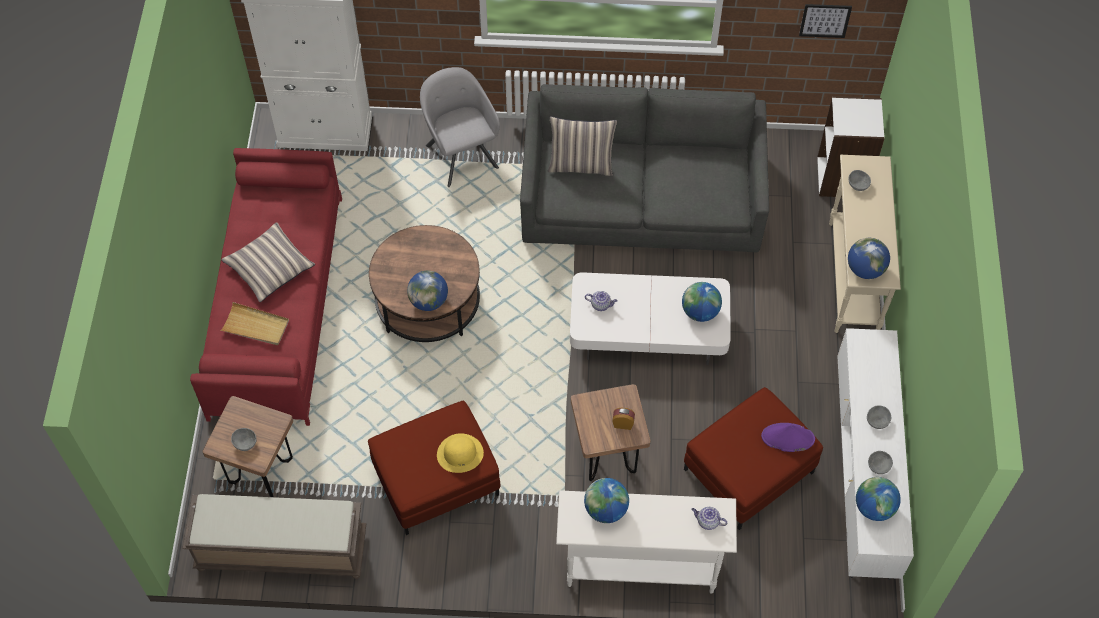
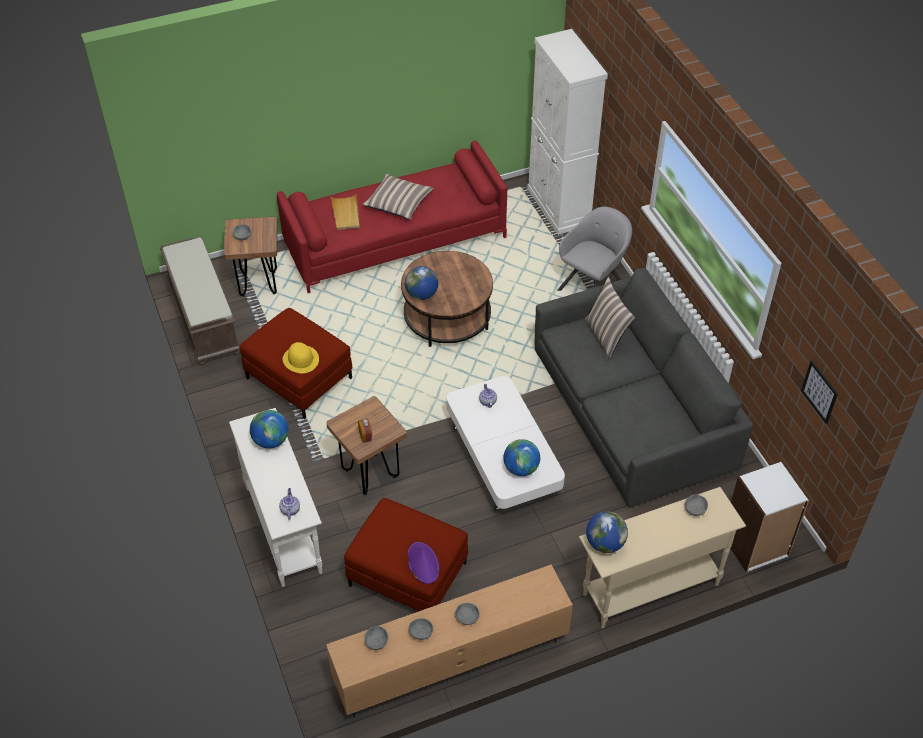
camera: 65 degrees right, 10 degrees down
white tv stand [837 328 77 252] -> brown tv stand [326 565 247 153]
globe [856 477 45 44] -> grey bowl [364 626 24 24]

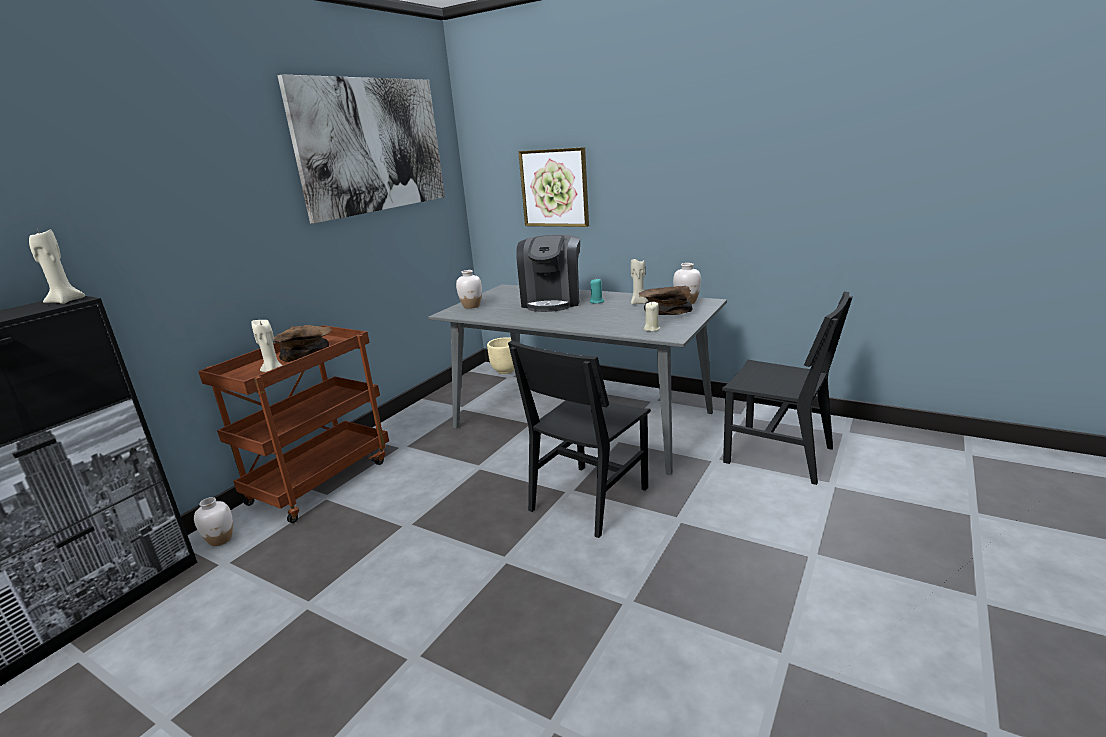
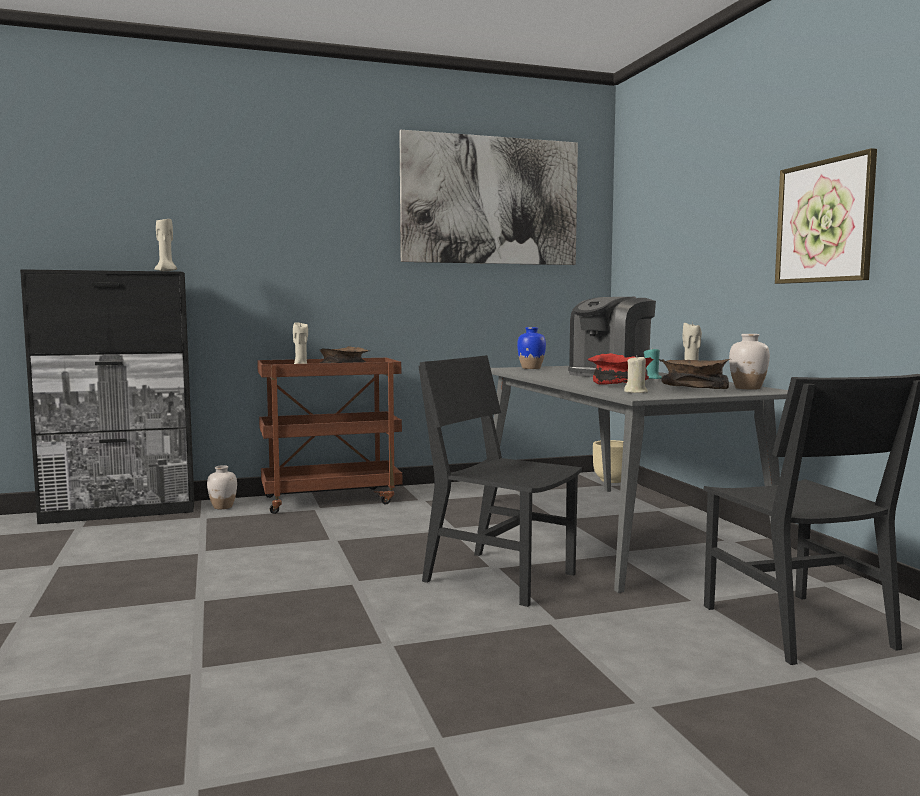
camera: 40 degrees right, 15 degrees down
black chair [508 341 143 197] -> black chair [418 355 164 252], 45 degrees clockwise
white vase [456 270 26 39] -> blue vase [517 327 29 42]
none -> red bowl [587 353 67 31]
picture [518 147 71 80] -> picture [775 148 102 136], move

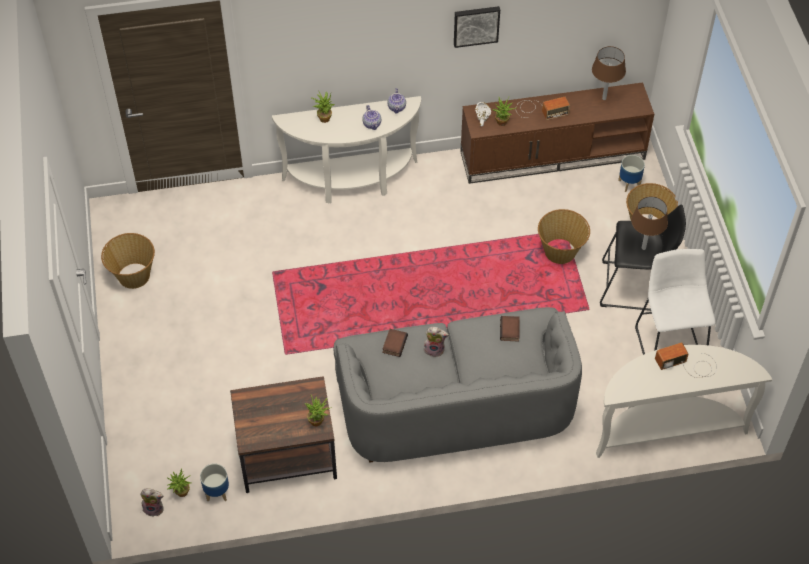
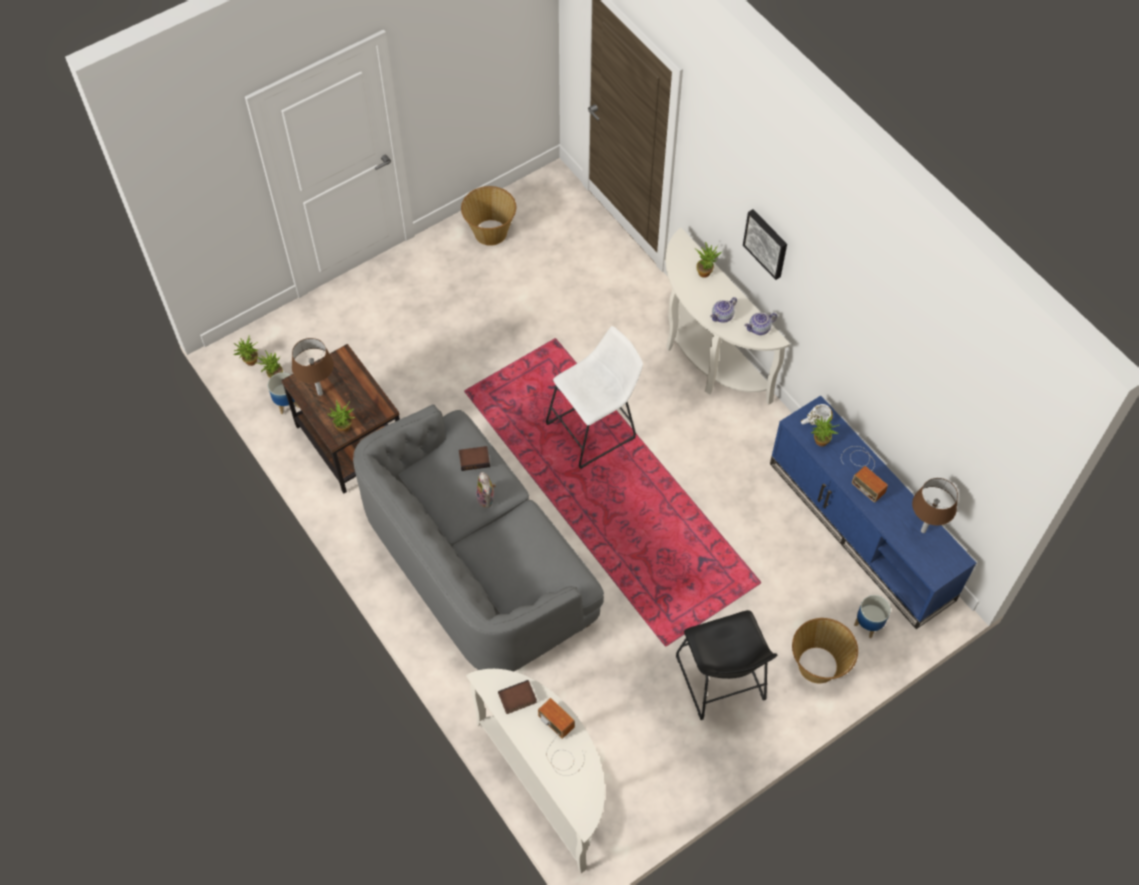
camera: 65 degrees right, 5 degrees up
plush toy [140 488 24 29] -> potted plant [234 335 24 31]
brown table lamp [631 196 37 54] -> brown table lamp [292 338 42 58], move
book [500 316 20 26] -> book [498 680 39 34], move
white stool [635 249 81 106] -> white stool [546 326 97 143], move
picture [454 6 46 42] -> picture [743 209 44 71], move
brown tv stand [460 82 194 102] -> blue tv stand [770 396 206 233]
basket [538 209 52 55] -> none

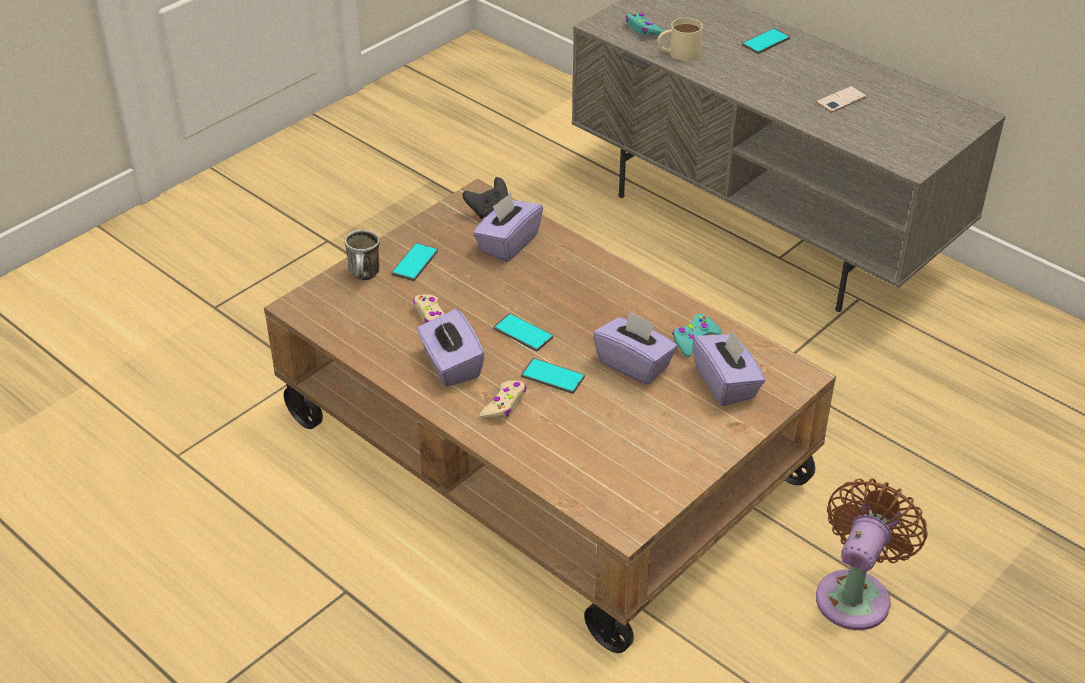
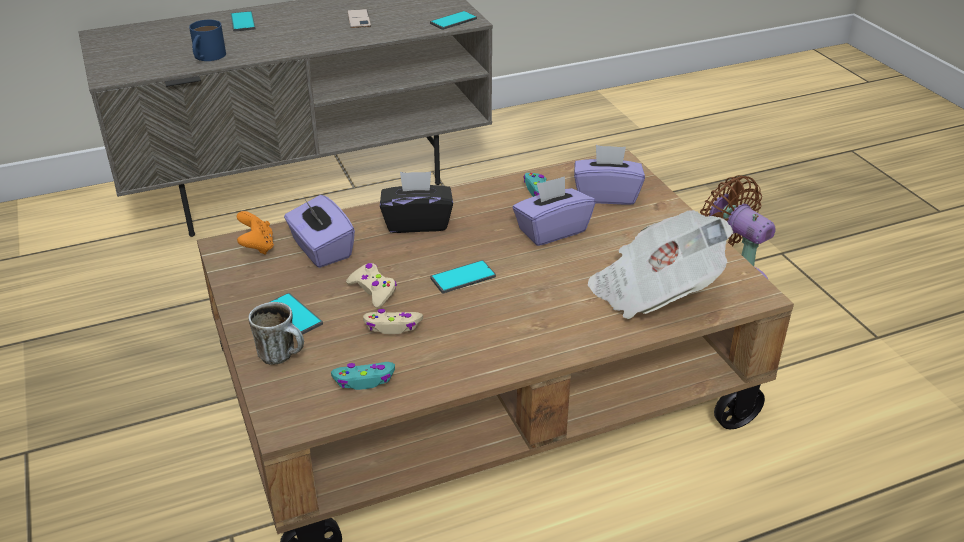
camera: 65 degrees left, 5 degrees down
beige mug [657 18 46 43] -> blue mug [189 20 37 41]
black game controller [462 177 46 42] -> orange game controller [237 211 37 44]
turquoise game controller [626 13 38 23] -> turquoise game controller [331 362 64 28], move
beige game controller [479 381 47 38] -> beige game controller [346 263 51 45], move
none -> black tissue box [380 172 73 61]
phone [521 358 64 36] -> phone [430 11 47 19], move
none -> newspaper [587 210 146 109]
purple tissue box [417 309 68 78] -> none

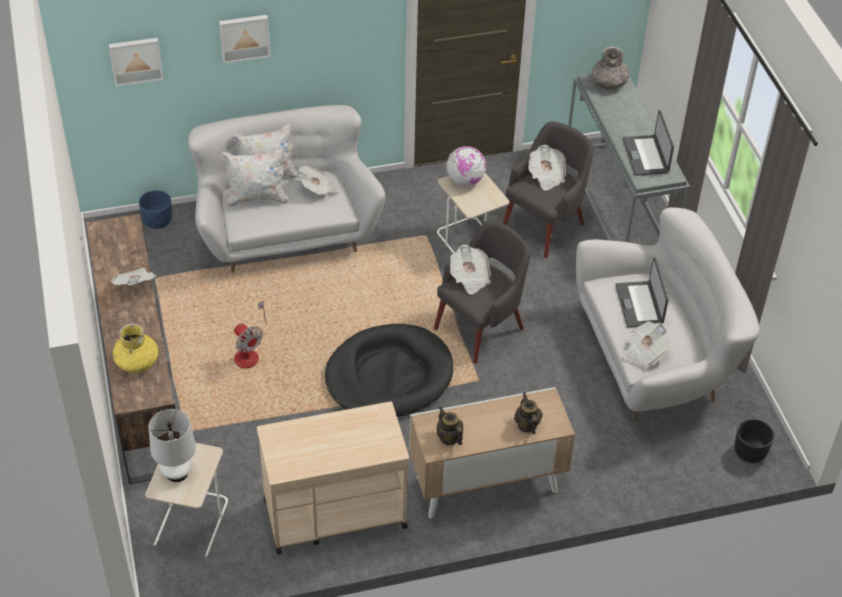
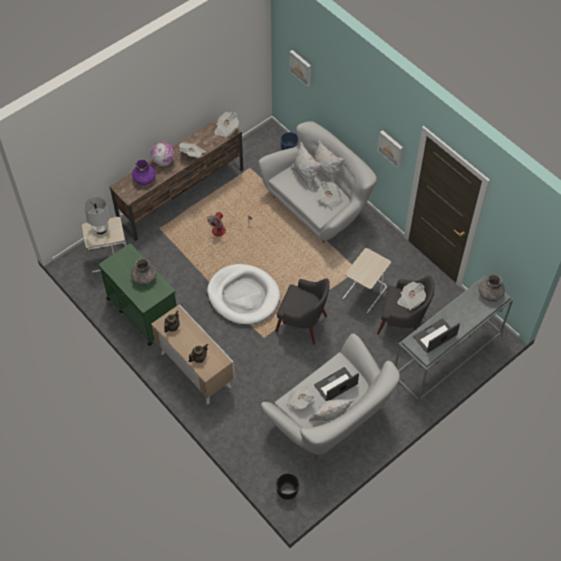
camera: 65 degrees right, 10 degrees up
beige cart [257 402 152 152] -> green cart [98 243 79 103]
none -> grey vase [131 258 26 27]
yellow vase [112 323 46 50] -> purple vase [132 159 24 26]
globe [446 146 40 40] -> globe [150 142 24 24], move
black dog bed [325 324 128 93] -> white dog bed [207 264 73 61]
newspaper [450 245 41 50] -> newspaper [214 112 25 26], move
none -> white pillow [309 399 45 22]
picture [219 15 52 48] -> picture [378 130 25 38], move

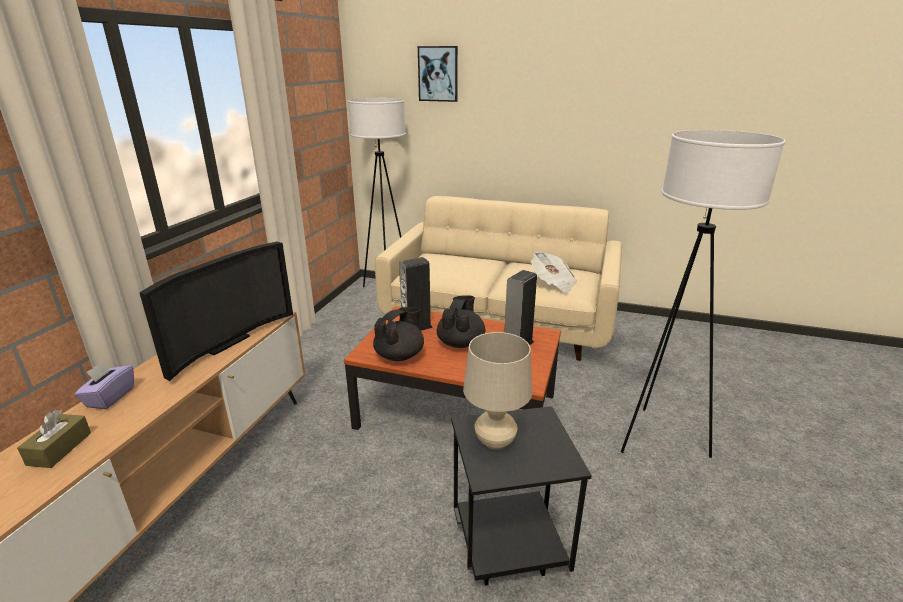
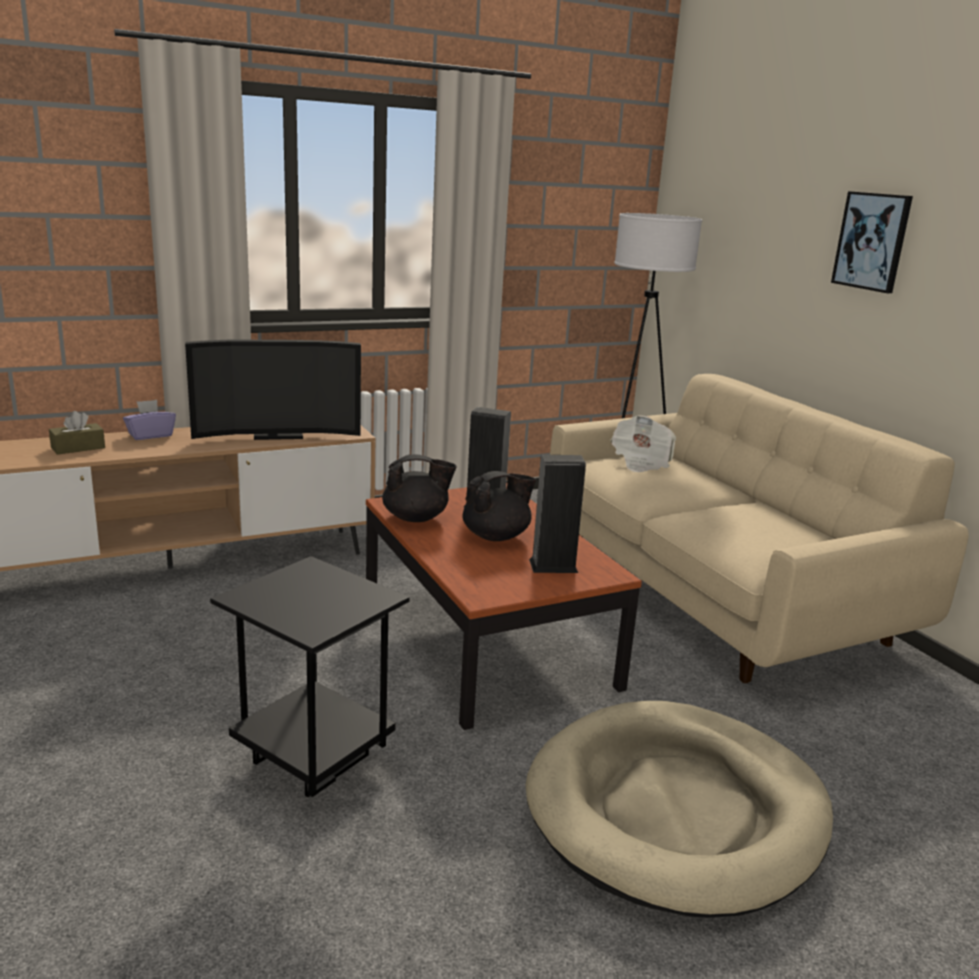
camera: 45 degrees right, 5 degrees down
white floor lamp [621 130 164 328] -> beige dog bed [525 701 308 217]
newspaper [531 251 46 42] -> newspaper [611 415 65 57], move
picture [418 46 40 56] -> picture [831 191 82 102], move
beige table lamp [463 332 69 118] -> none

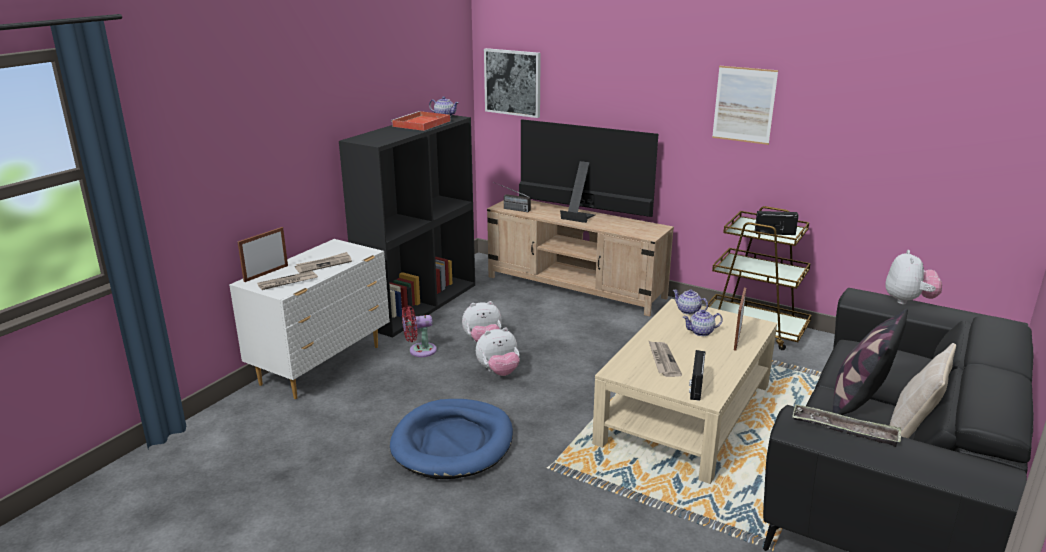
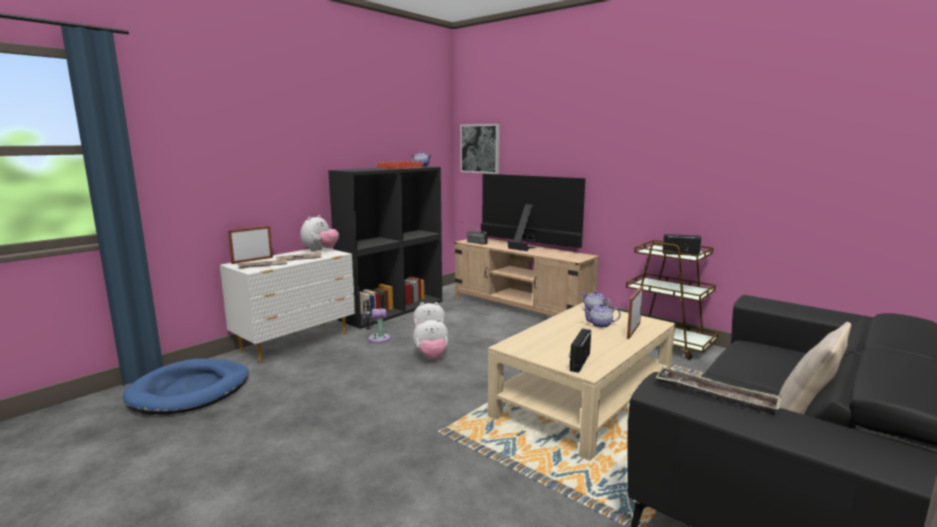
camera: 10 degrees right, 10 degrees down
blue dog bed [390 399 123 80] -> blue dog bed [123 359 126 55], move
plush toy [885 250 57 54] -> plush toy [301 215 38 37], move
red fan [402 305 35 52] -> black fan [363 299 27 44]
newspaper [649 341 33 36] -> none
picture [712 66 66 79] -> none
pillow [833 309 75 106] -> none

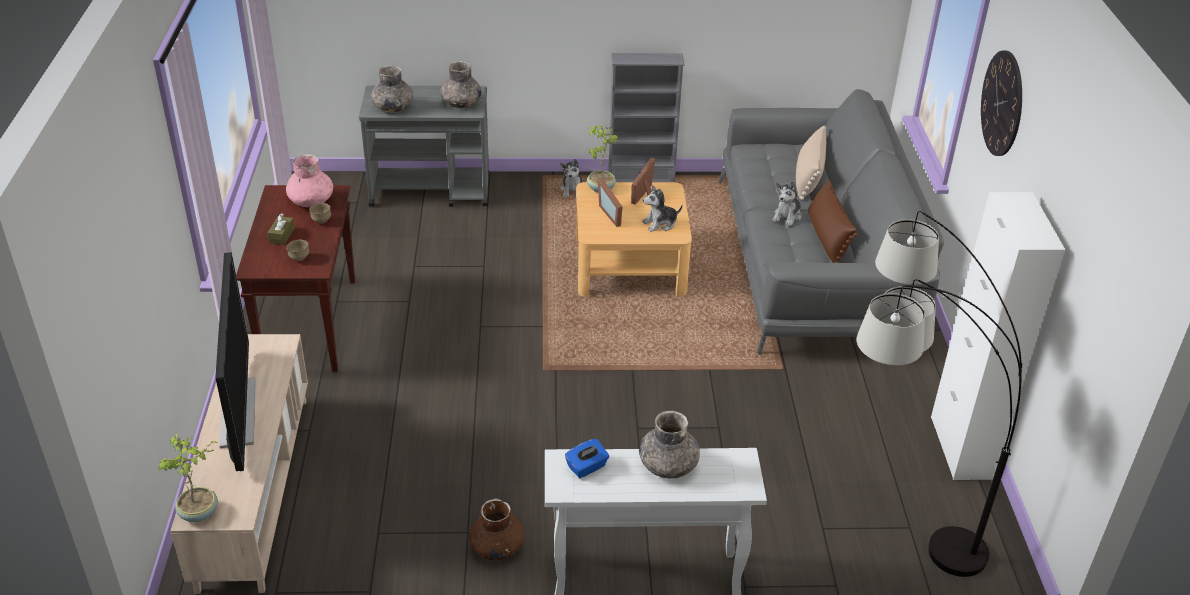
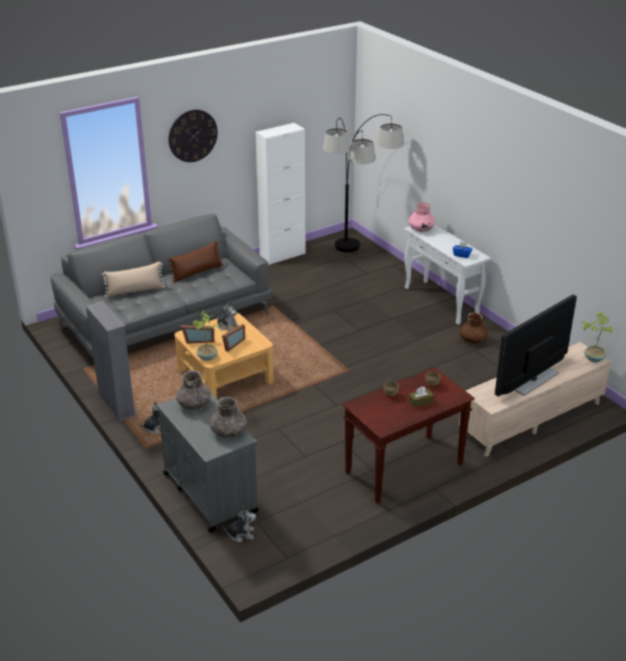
camera: 120 degrees left, 5 degrees down
plush toy [772 181 30 45] -> plush toy [221 506 35 36], move
pink vase [286 154 47 53] -> pink vase [409 202 26 29], move
grey vase [639 411 61 68] -> none

